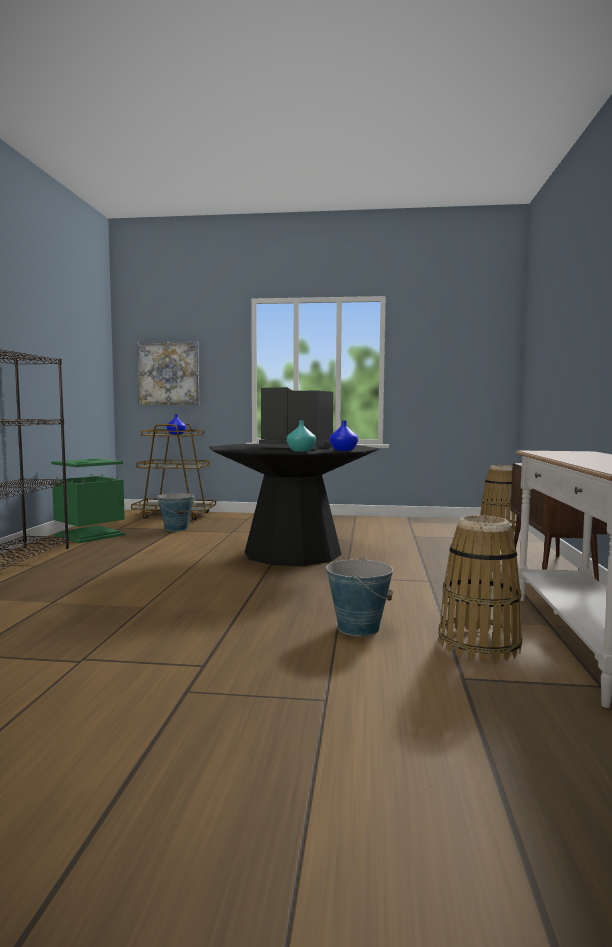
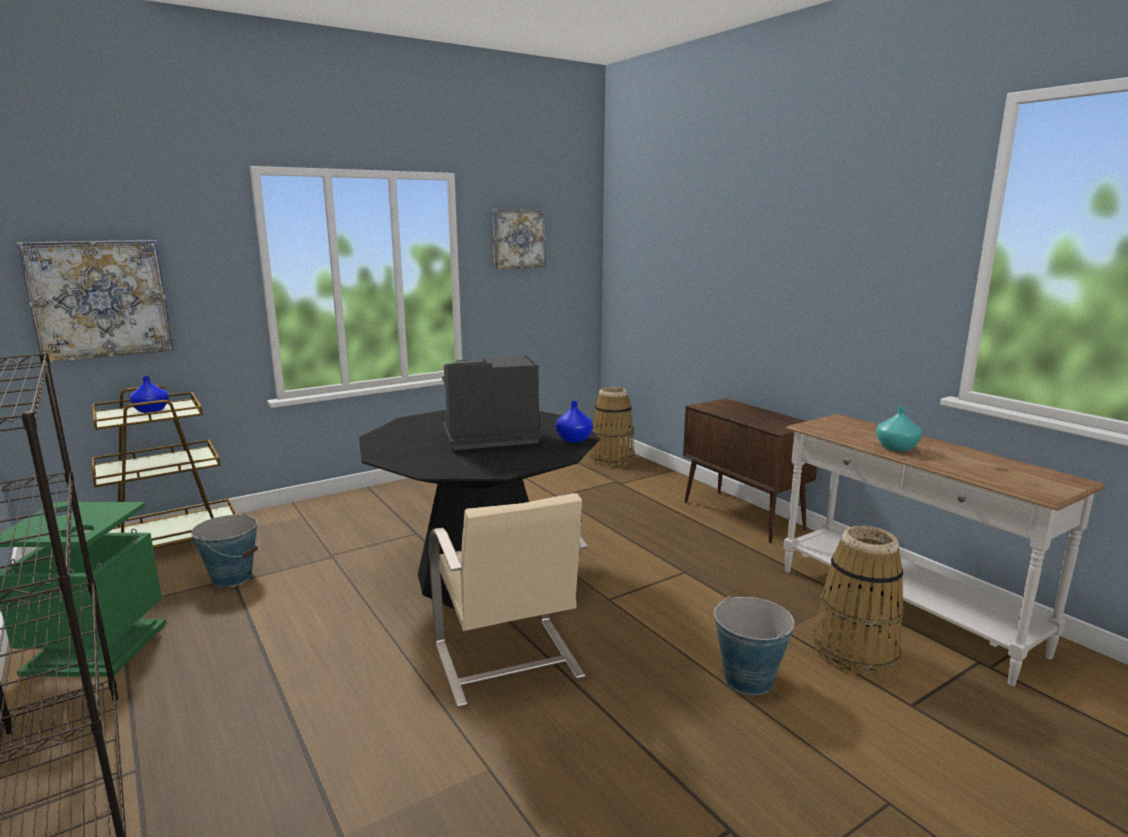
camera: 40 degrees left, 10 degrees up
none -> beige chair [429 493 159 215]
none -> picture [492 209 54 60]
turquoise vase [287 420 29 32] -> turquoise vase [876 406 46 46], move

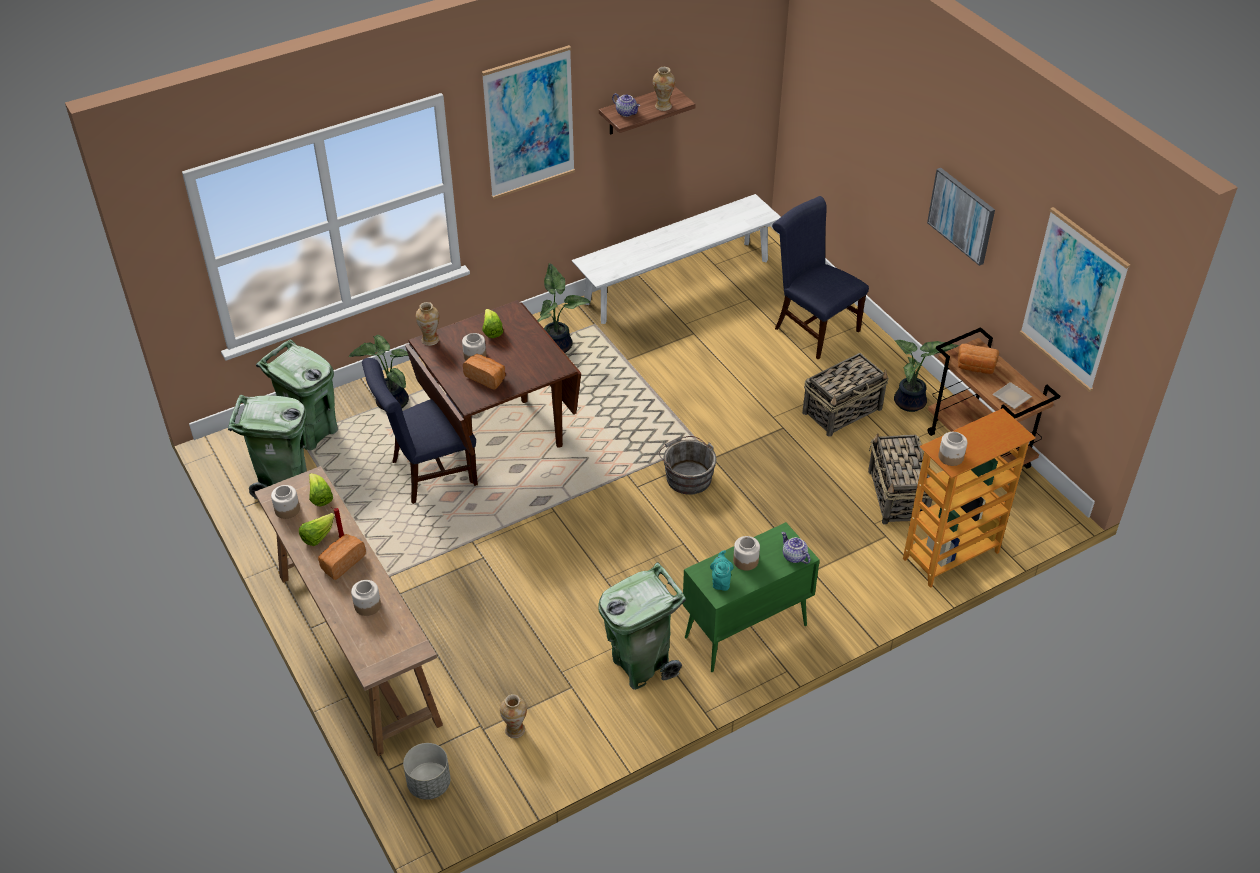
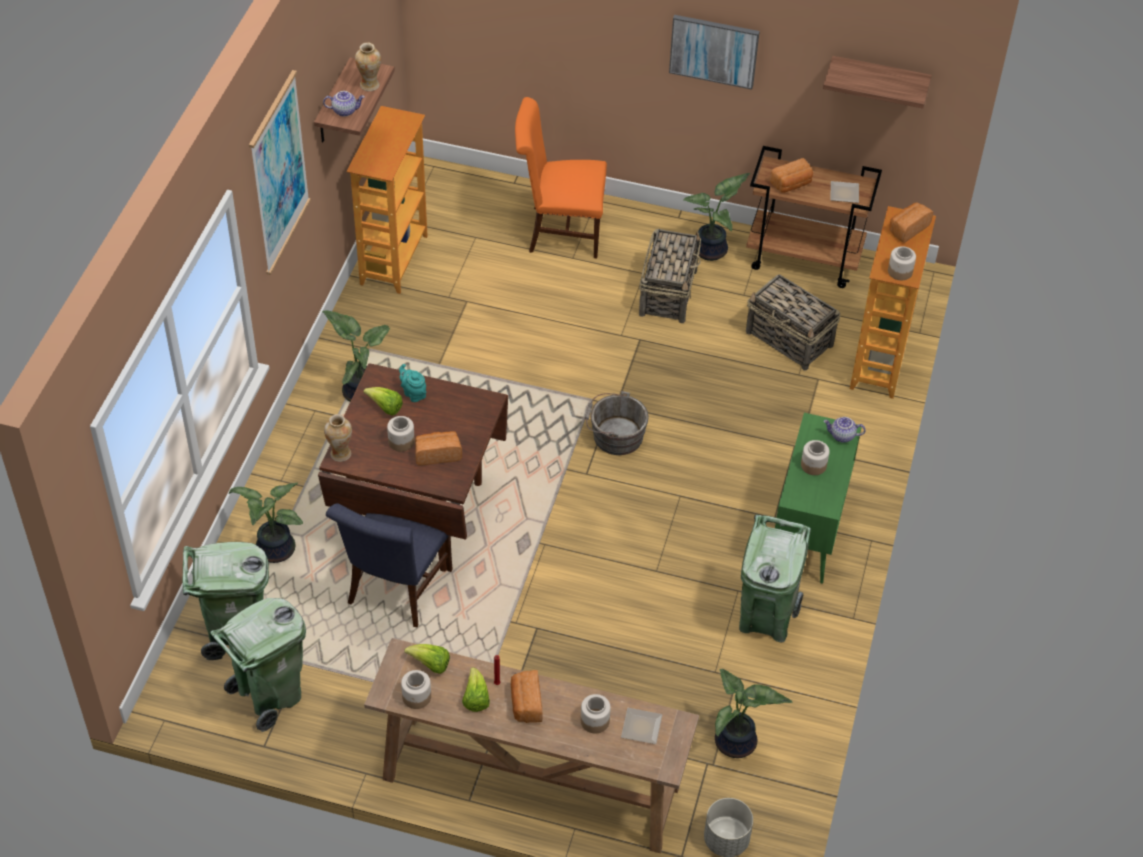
camera: 45 degrees left, 5 degrees up
white bench [572 194 209 130] -> bookcase [346 106 81 188]
turquoise teapot [710 550 24 41] -> turquoise teapot [399 364 27 38], move
blue chair [772 196 97 163] -> orange chair [515 97 92 161]
none -> plate [621 708 41 36]
vase [500 694 27 44] -> potted plant [715 669 77 89]
picture [1019 207 111 185] -> shelf [823 56 109 53]
none -> bread [889 202 44 41]

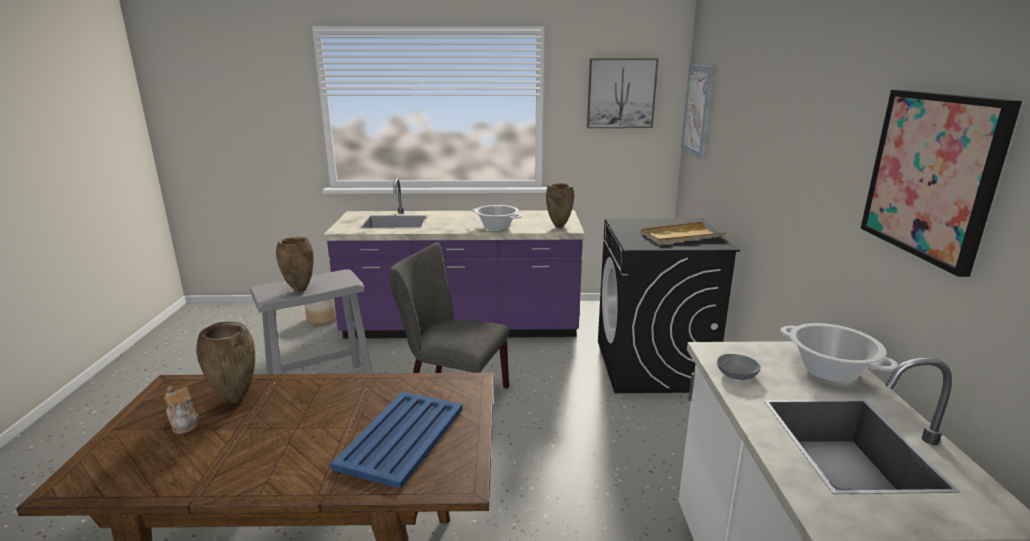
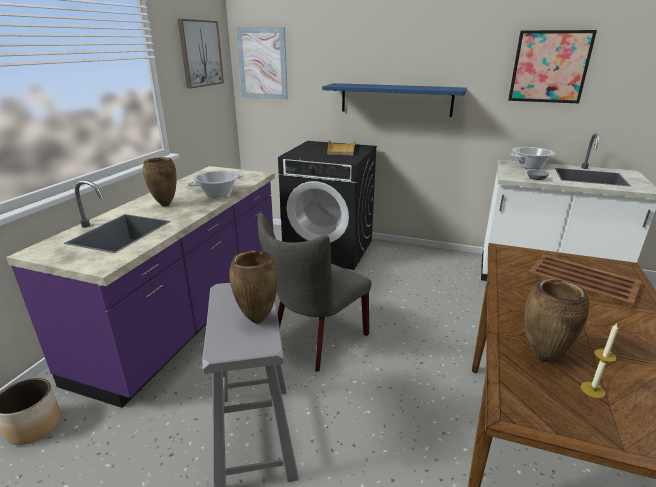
camera: 70 degrees left, 5 degrees up
brown vase [546 183 28 45] -> brown vase [143 157 34 49], move
none -> blue shelf [322 83 145 34]
blue tray [330 391 133 98] -> brown tray [527 254 115 55]
teapot [164 385 35 49] -> candle [581 324 37 74]

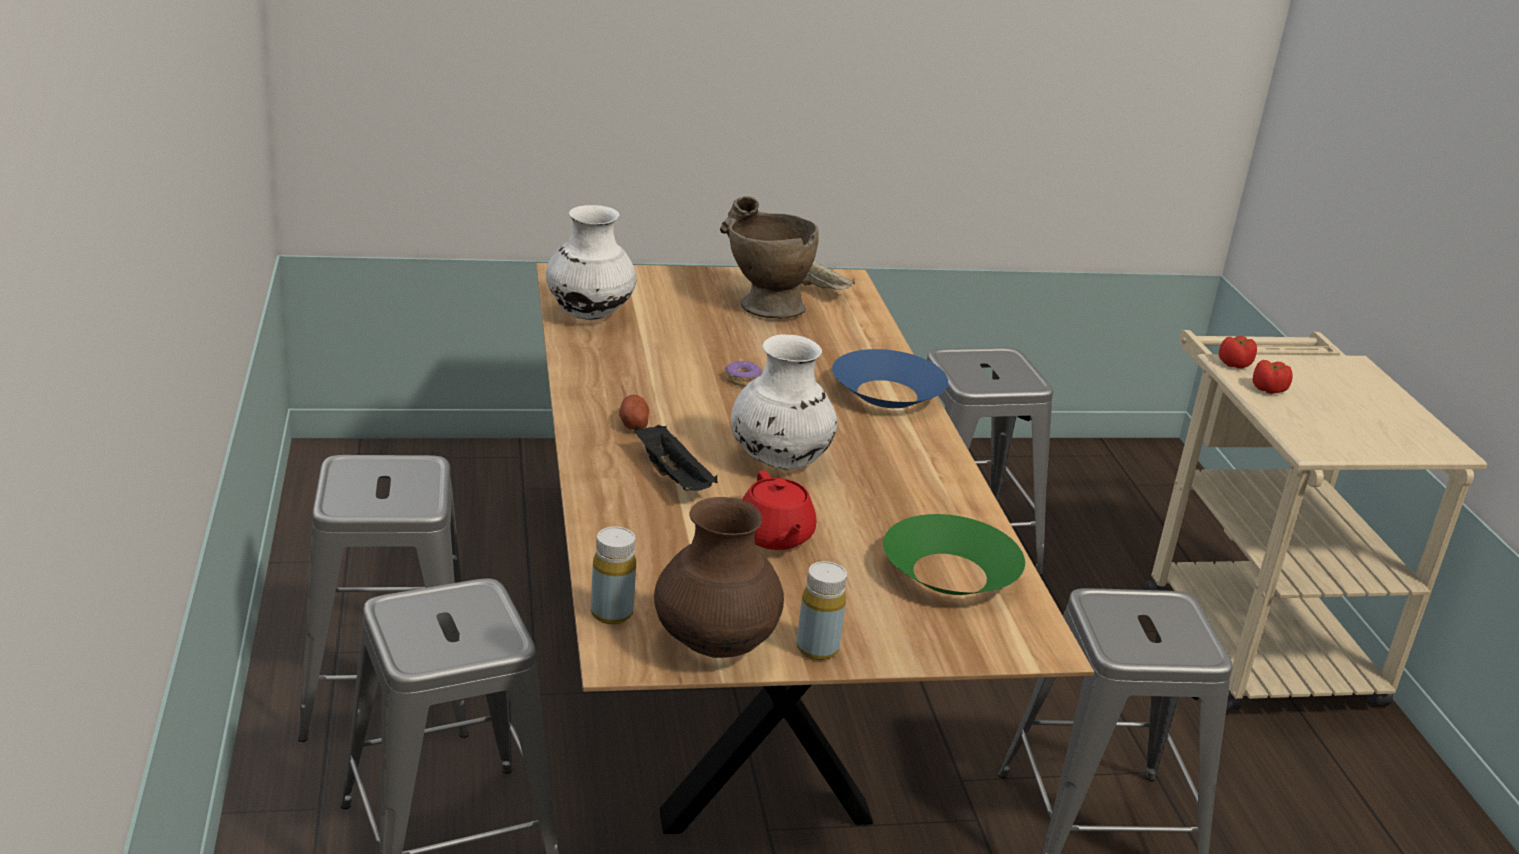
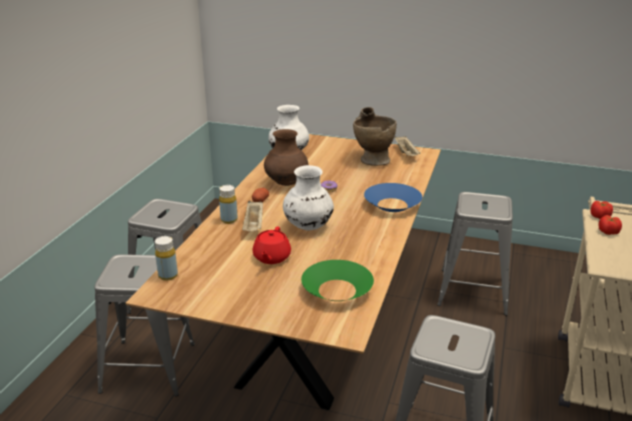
camera: 30 degrees right, 0 degrees up
yellow bottle [796 561 51 99] -> yellow bottle [219 185 19 39], move
black tray [634 424 84 67] -> beige tray [242 201 21 30]
brown vase [654 497 130 161] -> brown vase [264 129 45 57], move

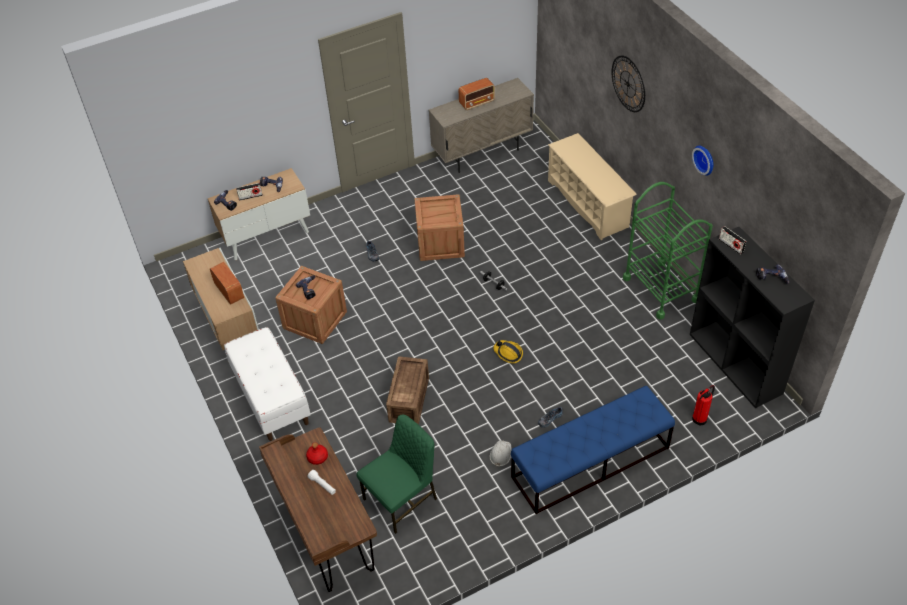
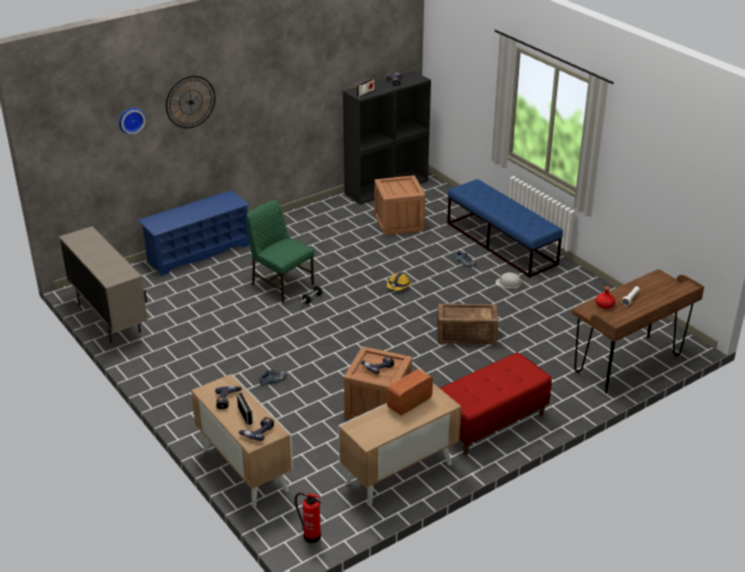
camera: 100 degrees left, 15 degrees down
wall clock [692 146 21 30] -> wall clock [119 108 27 27], move
beige shoe rack [548 133 89 107] -> blue shoe rack [138 190 112 86]
green chair [357 415 80 119] -> green chair [246 200 68 103], move
fire extinguisher [692 385 23 40] -> fire extinguisher [295 492 26 51], move
crate [415 194 50 67] -> crate [375 175 50 61], move
white bench [224 327 87 114] -> red bench [440 352 112 103]
radio [459 78 36 32] -> none
green cart [623 182 90 138] -> none

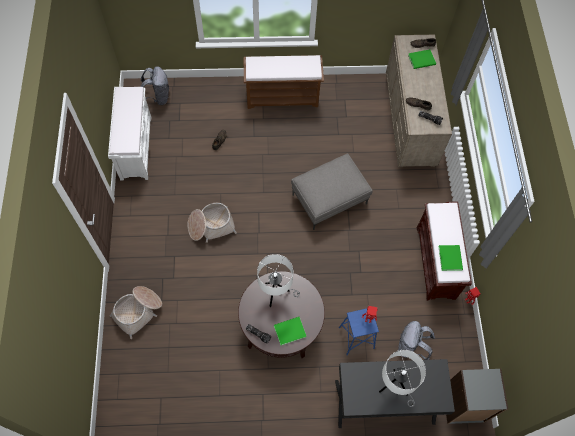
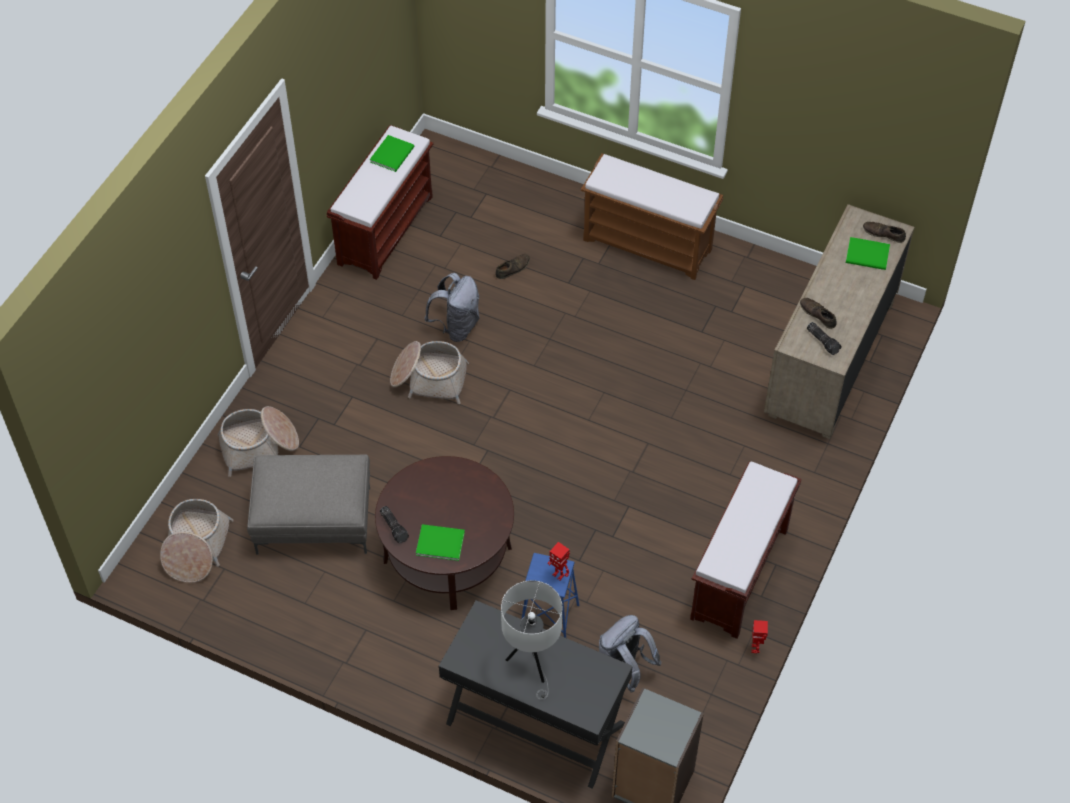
camera: 30 degrees right, 10 degrees down
none -> basket [160 499 73 84]
grey ottoman [291 153 82 77] -> grey ottoman [247 455 123 100], move
white bench [108 87 44 93] -> brown bench [327 125 106 155]
green book [438 245 25 26] -> green book [370 135 44 37], move
grey backpack [140 66 29 39] -> grey backpack [424 273 56 69], move
white table lamp [257 254 43 53] -> none

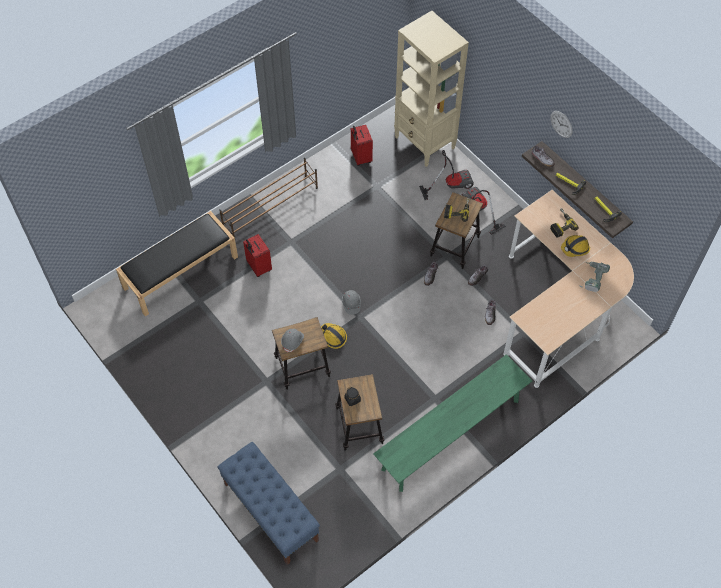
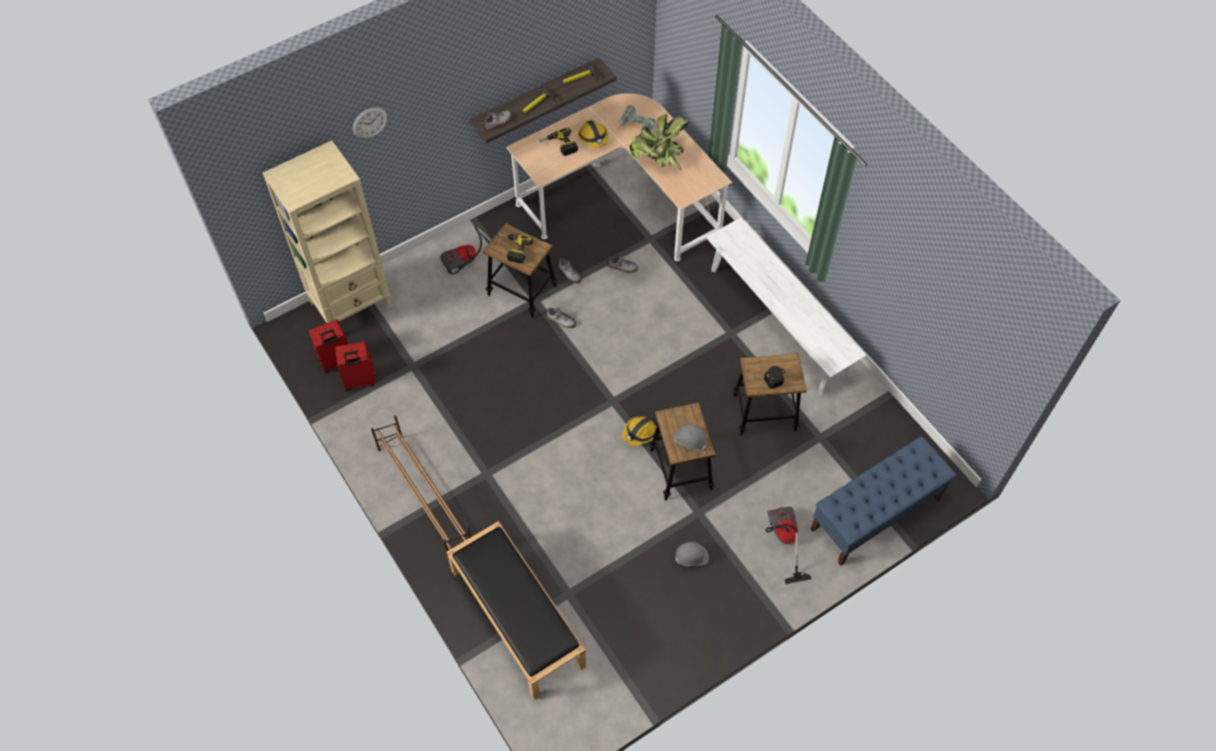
camera: 85 degrees left, 0 degrees up
red suitcase [243 234 29 43] -> red suitcase [309 320 39 53], move
wall clock [550 111 23 27] -> wall clock [353 107 35 32], move
none -> potted plant [630 114 59 57]
grey hard hat [342 290 19 25] -> grey hard hat [675 542 34 24], move
green bench [373 354 159 138] -> white bench [706 218 160 177]
vacuum cleaner [419 150 55 50] -> vacuum cleaner [765 507 46 77], move

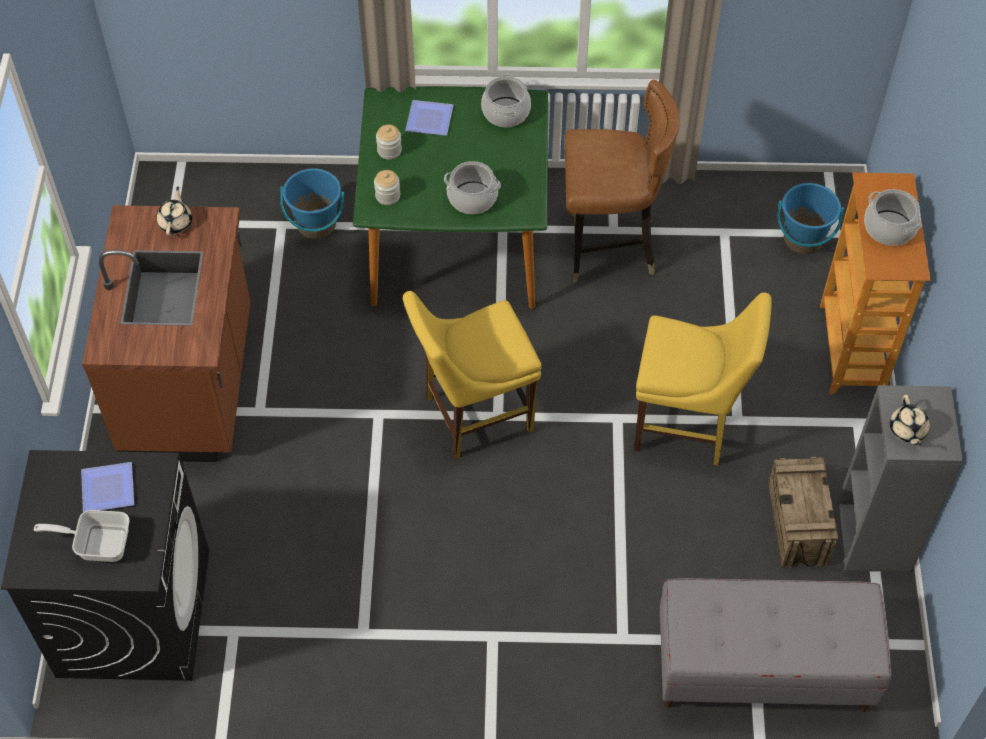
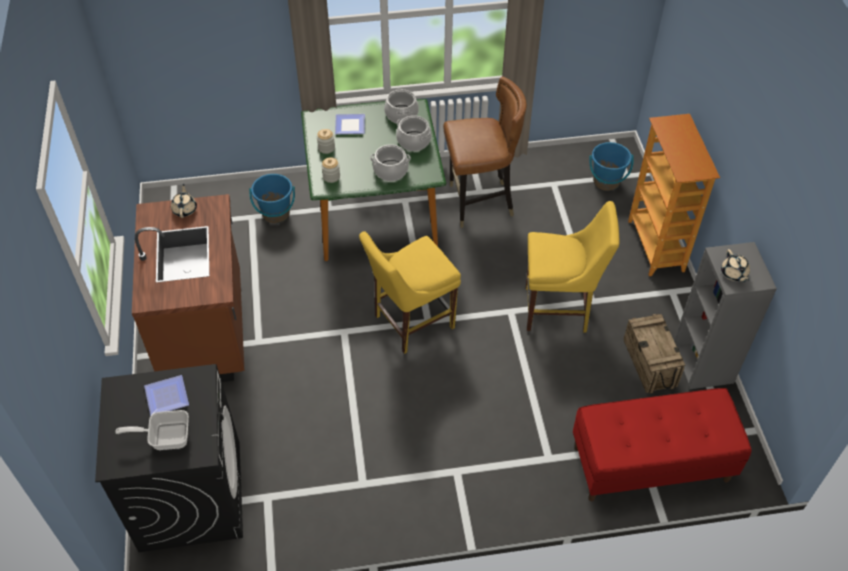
camera: 10 degrees left, 5 degrees down
cooking pot [864 189 58 57] -> cooking pot [396 115 36 36], move
grey bench [660 578 231 134] -> red bench [573 388 179 113]

